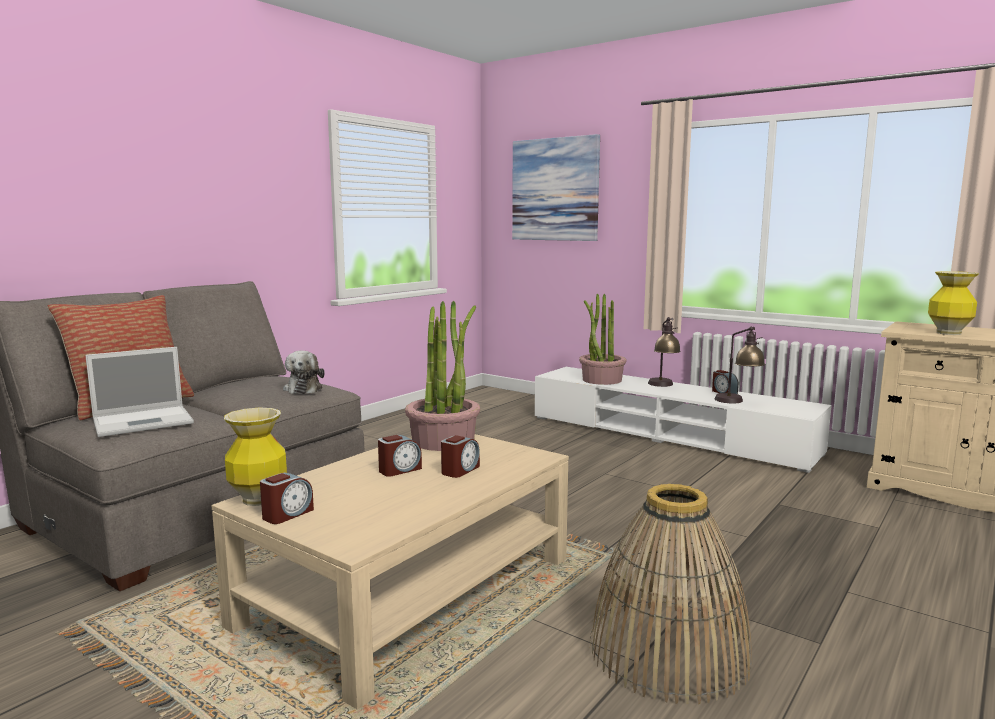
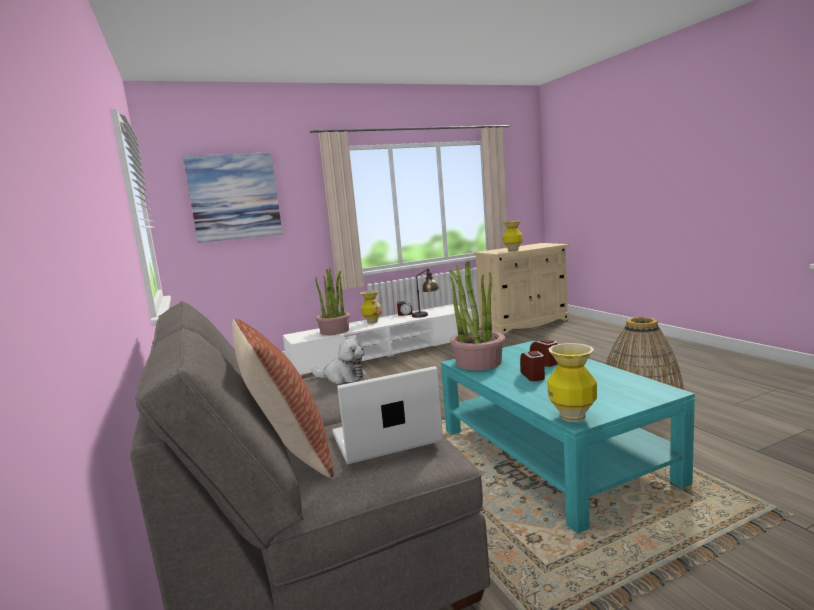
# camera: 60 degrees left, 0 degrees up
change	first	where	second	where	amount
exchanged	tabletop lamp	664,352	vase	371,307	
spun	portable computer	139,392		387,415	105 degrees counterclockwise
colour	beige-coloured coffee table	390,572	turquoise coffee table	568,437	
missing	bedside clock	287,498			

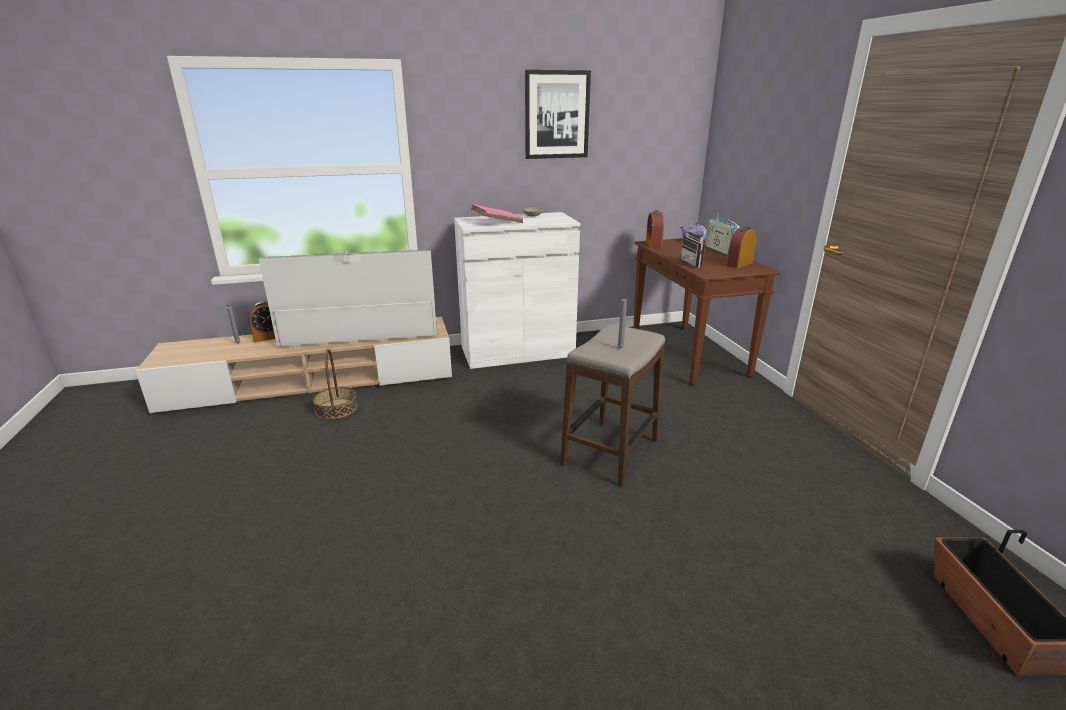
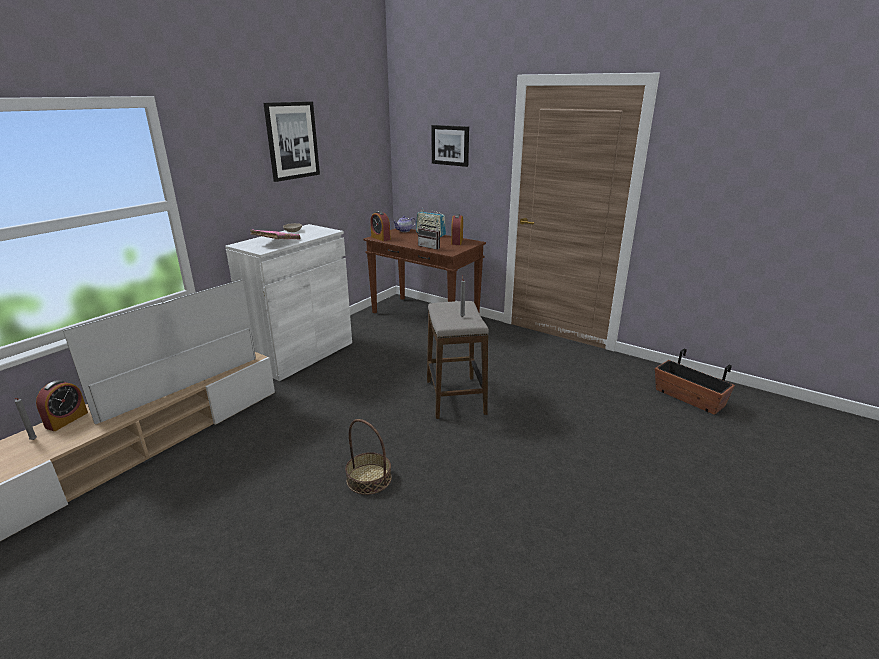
# camera: 40 degrees left, 0 degrees up
change	first	where	second	where	amount
relocated	basket	335,384		368,457	
appeared			picture	450,146	

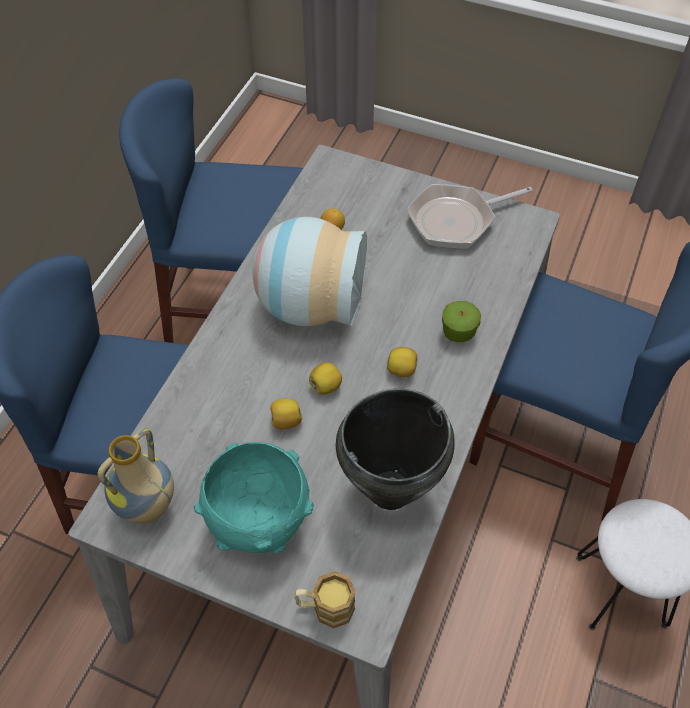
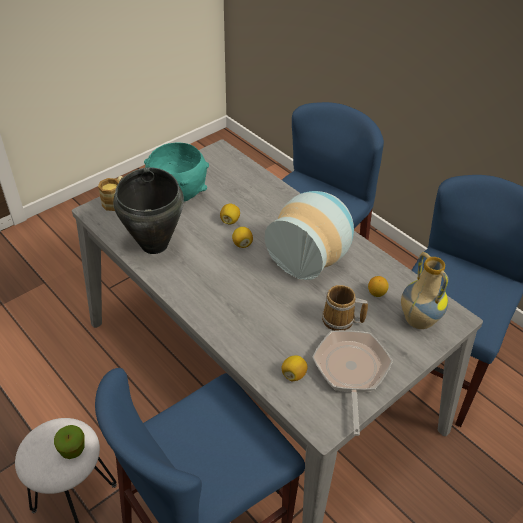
# camera: 115 degrees right, 10 degrees down
change	first	where	second	where	amount
relocated	apple fruit	461,321		69,442	
relocated	whole lemon	402,362		295,368	
relocated	vase	136,476		425,290	
appeared			mug	345,308	

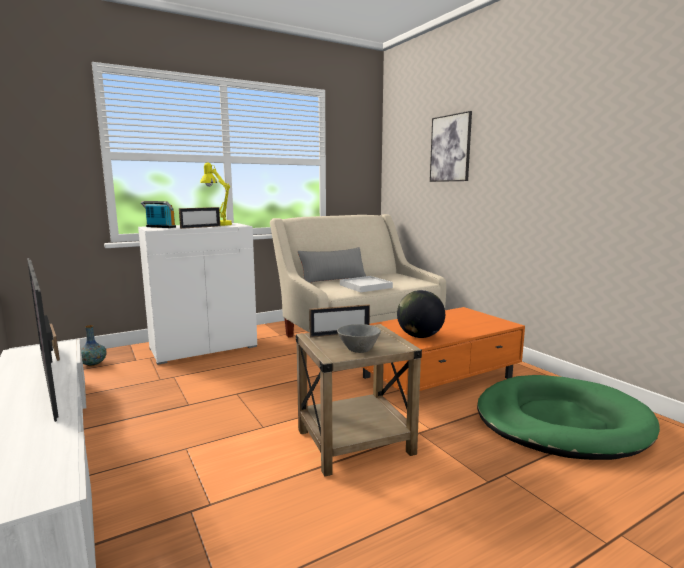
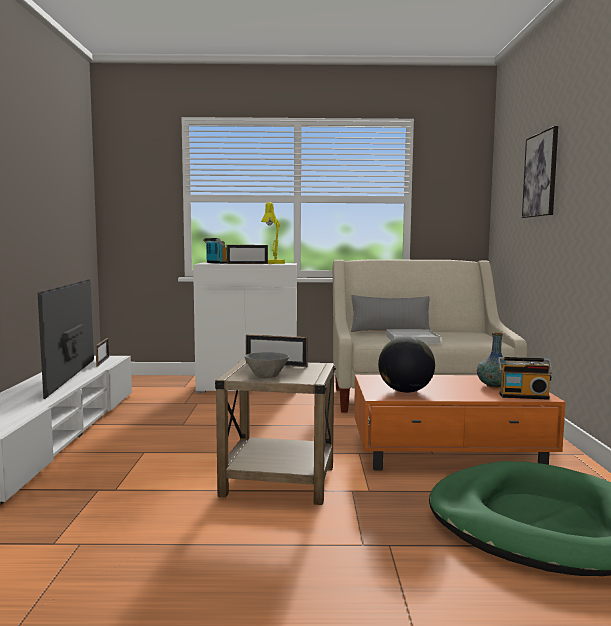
# camera: 30 degrees right, 5 degrees down
change	first	where	second	where	amount
relocated	vase	94,345		492,360	
appeared			radio set	525,378	

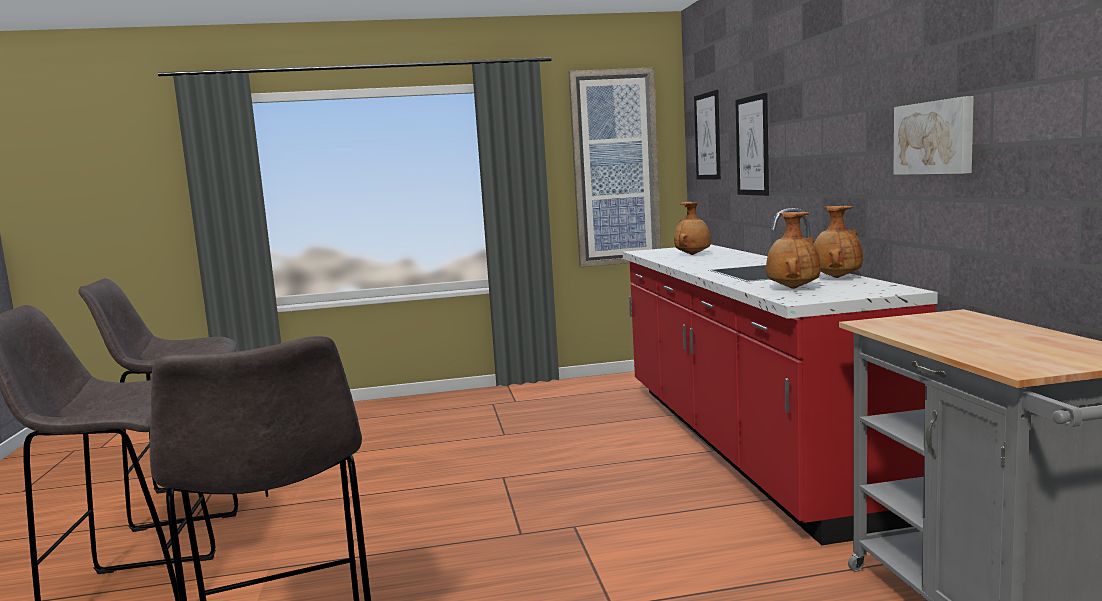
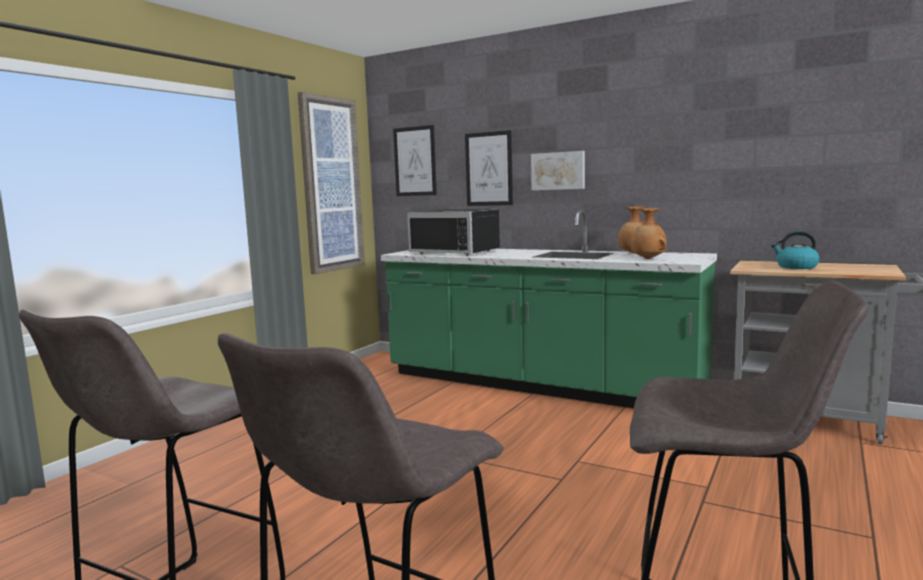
# camera: 50 degrees left, 0 degrees up
change	first	where	second	where	amount
relocated	picture	933,135		558,170	
exchanged	brown vase	692,228	blackish kitchen microwave	453,232	
colour	red-coloured kitchen counter	780,376	greenish kitchen counter	549,309	
appeared			kettle	795,250	

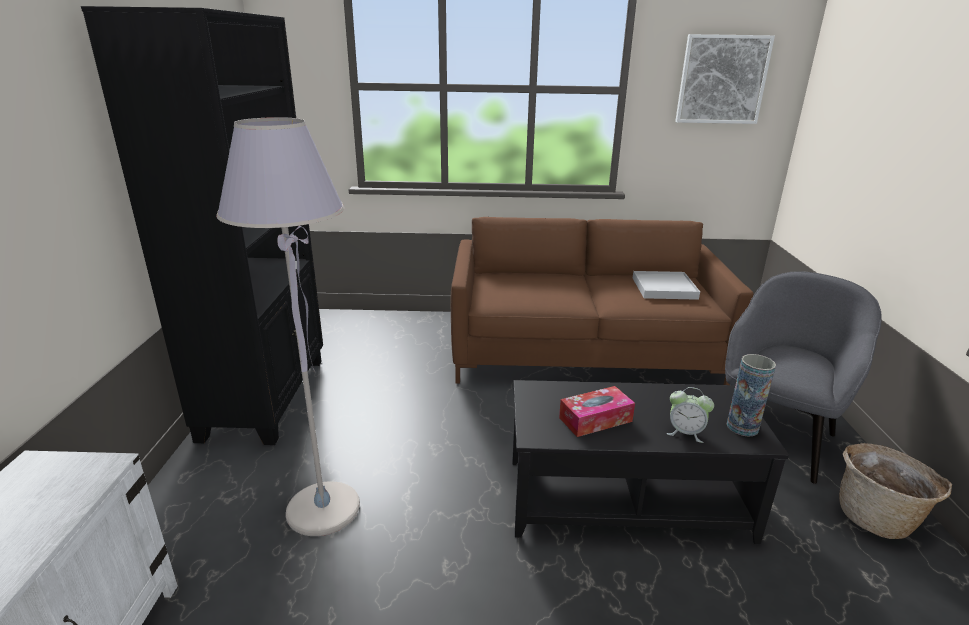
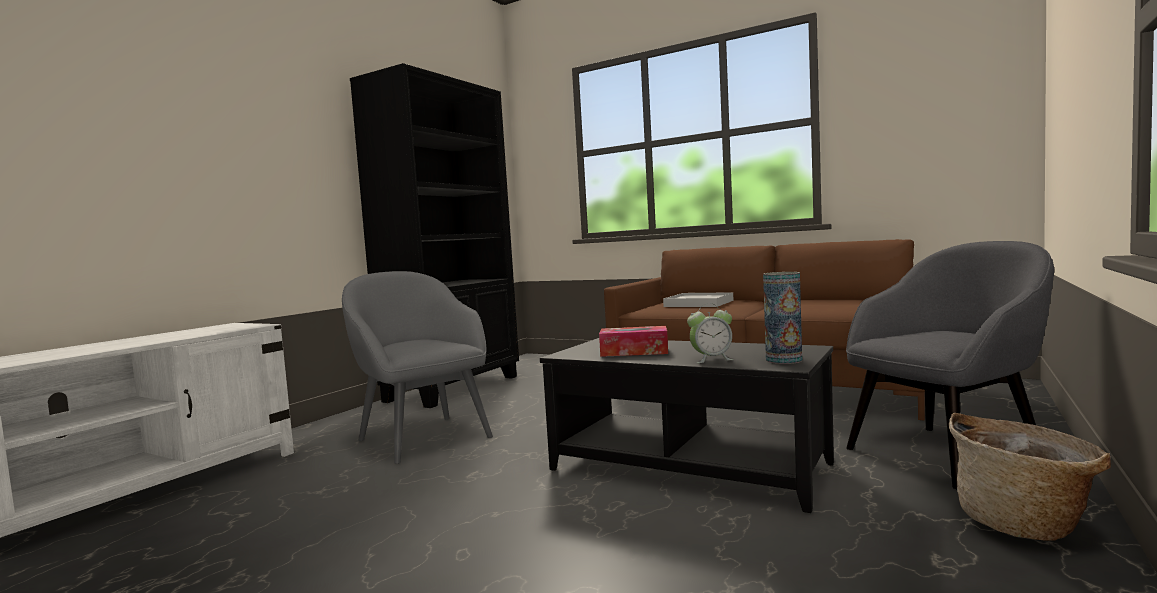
# camera: 30 degrees right, 20 degrees down
change	first	where	second	where	amount
missing	picture	725,79			
exchanged	grey standing lamp	288,326	grey easy chair	417,367	
relocated	white serving tray	666,285		698,299	
spun	bedside clock	690,415		710,333	60 degrees counterclockwise

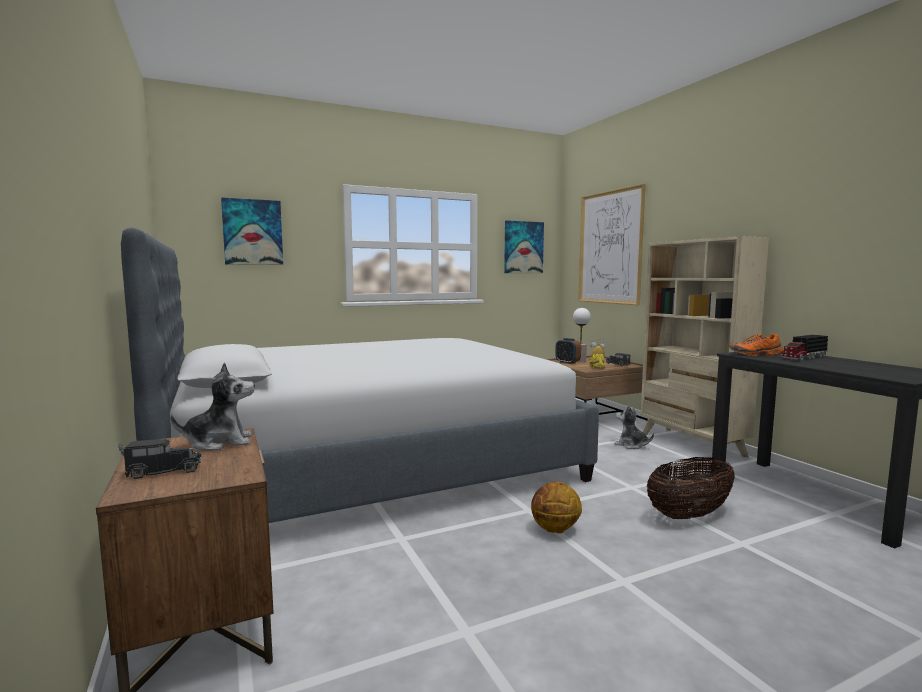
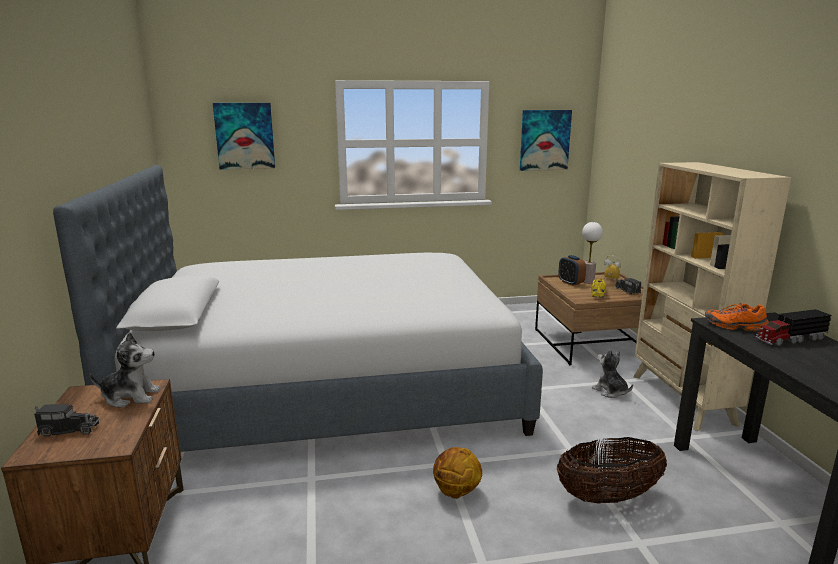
# camera: 15 degrees right, 10 degrees up
change	first	where	second	where	amount
missing	picture	611,244			

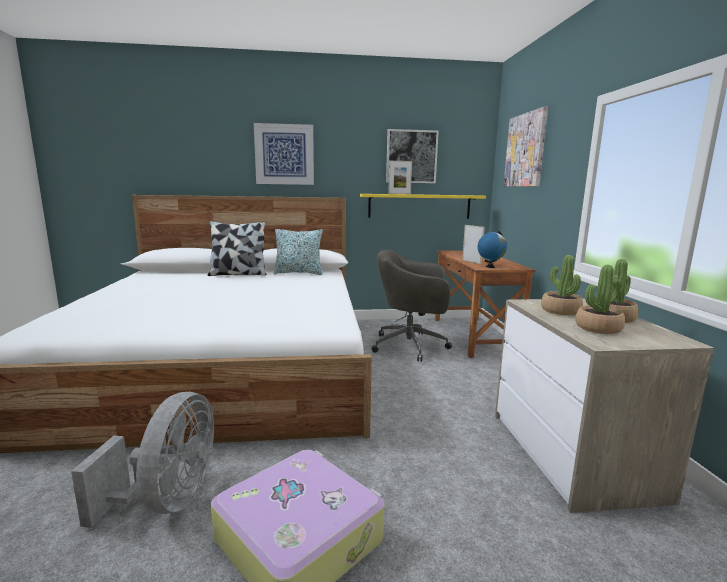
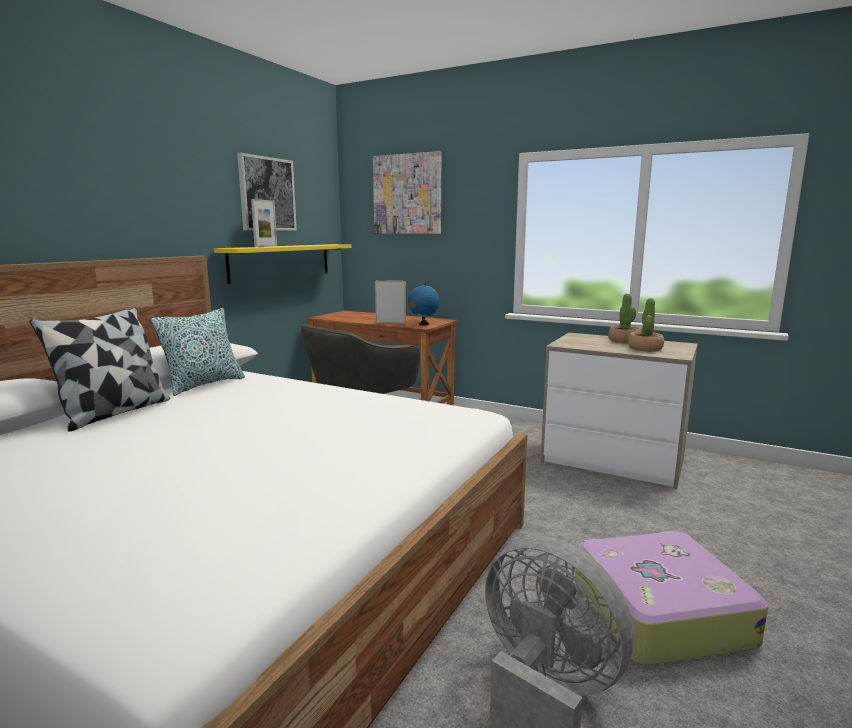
# camera: 55 degrees left, 0 degrees up
change	first	where	second	where	amount
missing	picture	284,154			
missing	houseplant	562,285			

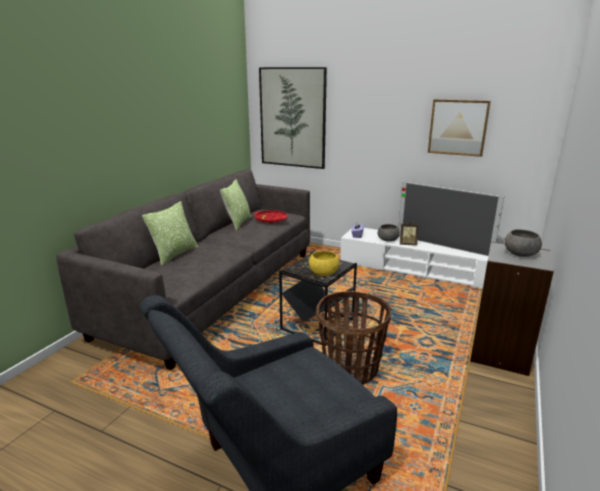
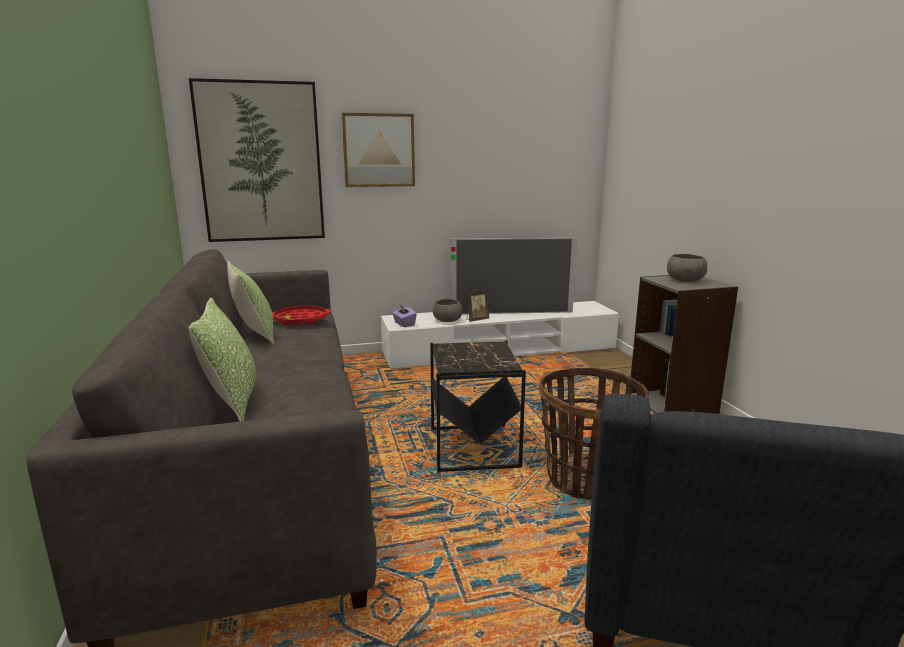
# camera: 40 degrees left, 5 degrees down
change	first	where	second	where	amount
relocated	picture	459,128		378,150	
missing	yellow serving bowl	324,263			

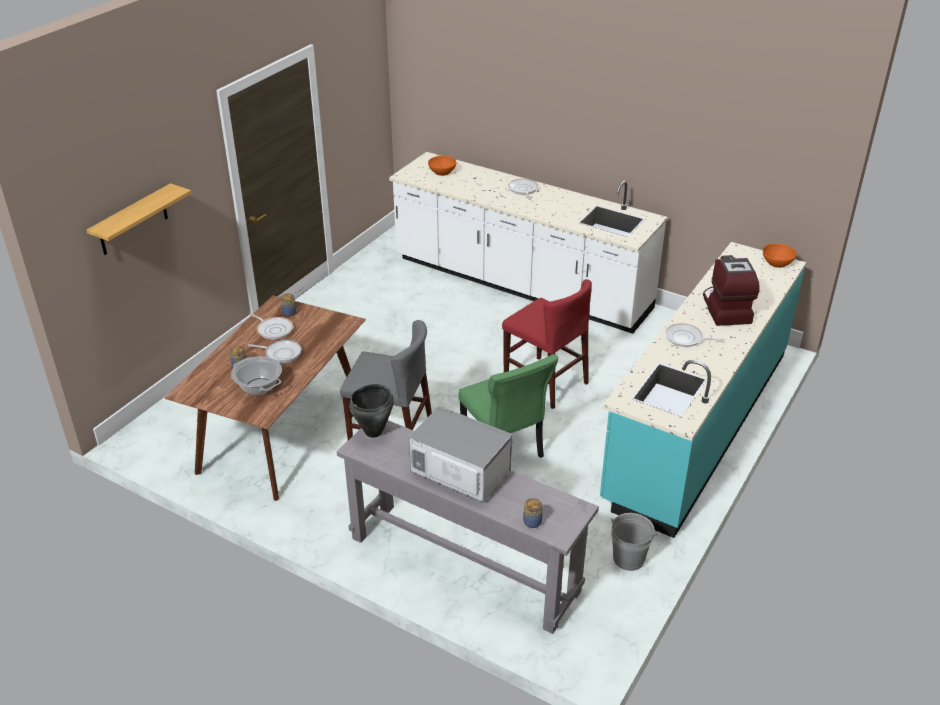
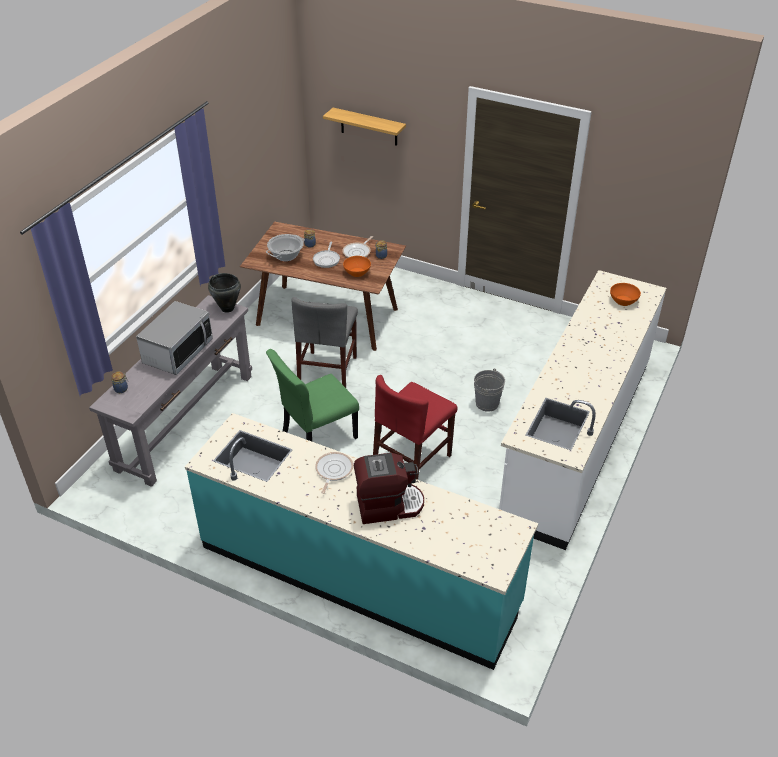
# camera: 85 degrees right, 5 degrees up
change	first	where	second	where	amount
missing	skillet	523,189			
relocated	orange-coloured serving bowl	780,255		357,266	
relocated	grey bucket	634,542		489,390	

